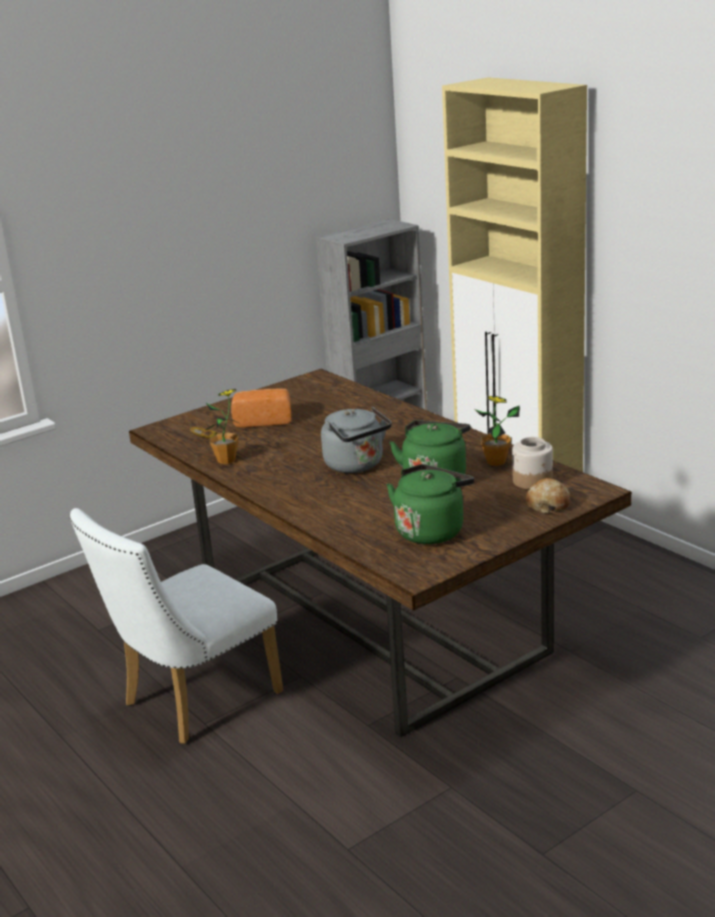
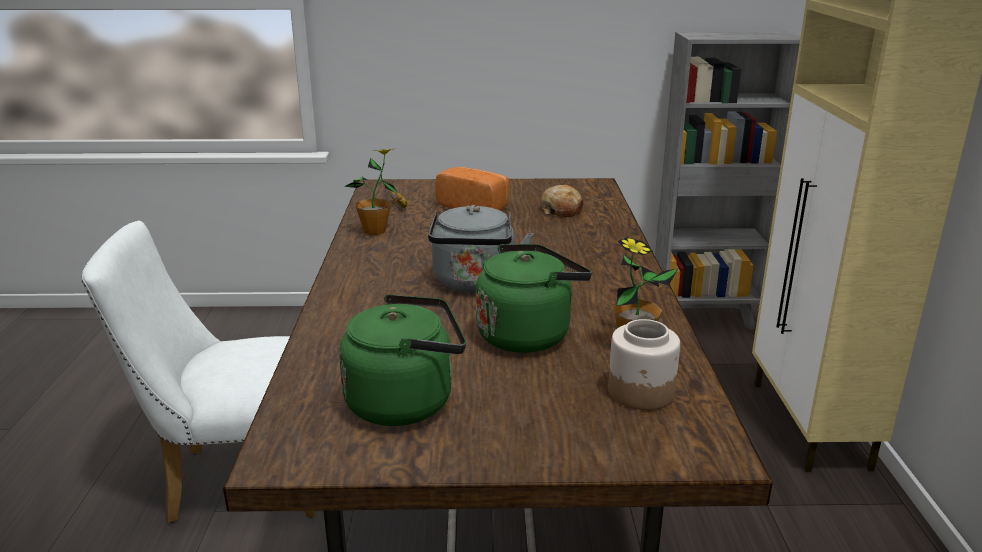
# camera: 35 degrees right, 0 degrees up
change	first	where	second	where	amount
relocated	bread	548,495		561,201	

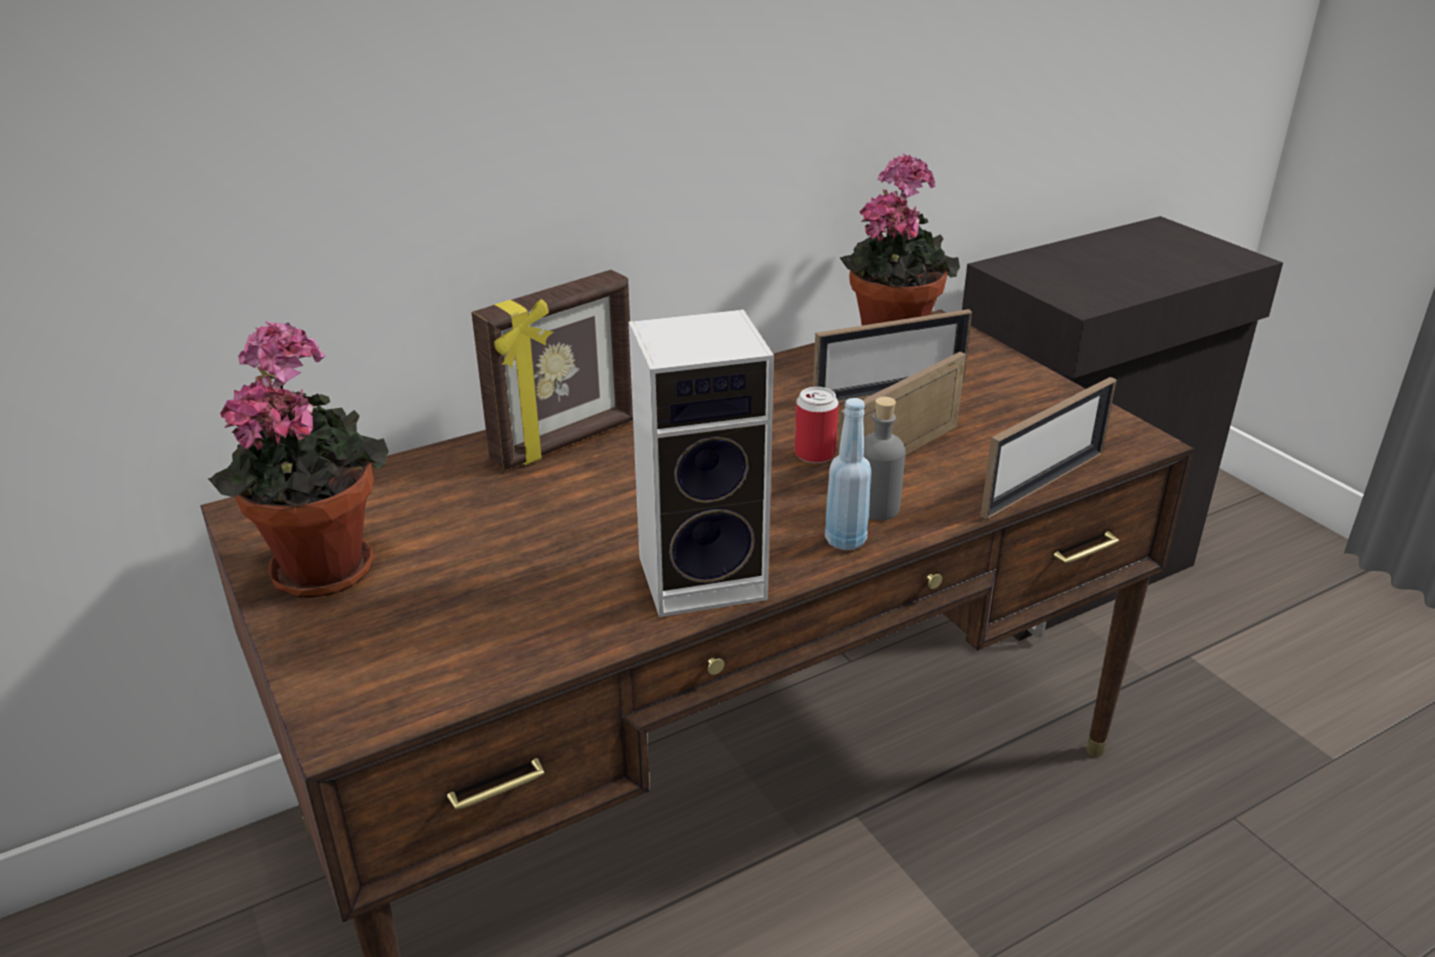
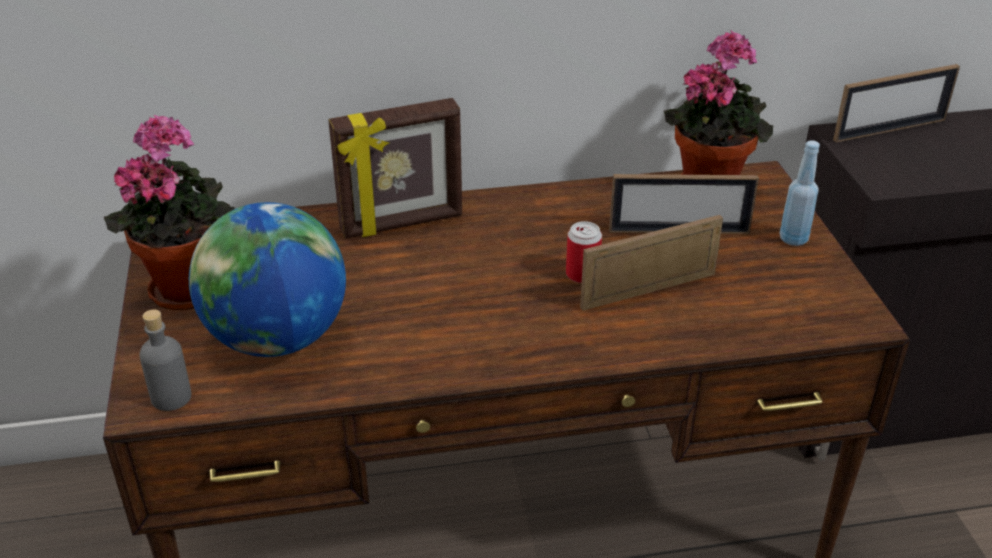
# camera: 20 degrees right, 5 degrees up
change	first	where	second	where	amount
missing	loudspeaker	701,463			
relocated	photo frame	1048,448		896,103	
relocated	grey drink bottle	884,458		165,360	
relocated	bluish drink bottle	848,474		800,193	
appeared			desk globe	267,279	

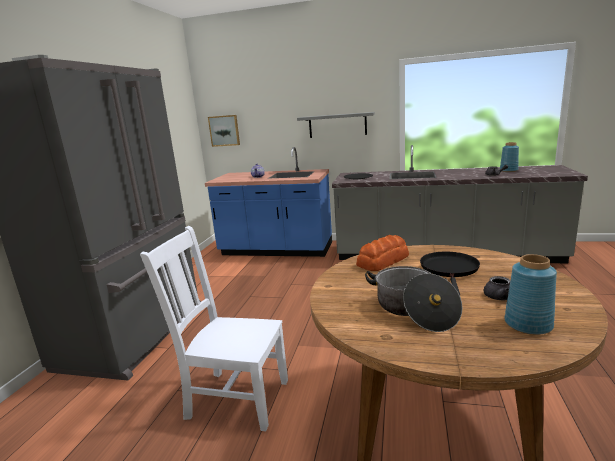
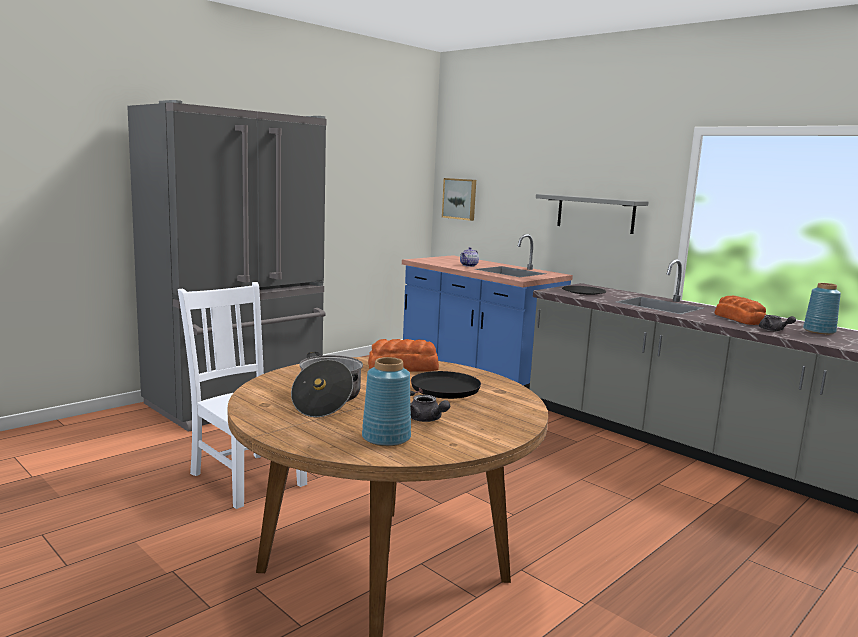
# camera: 30 degrees right, 5 degrees down
change	first	where	second	where	amount
appeared			bread	740,310	

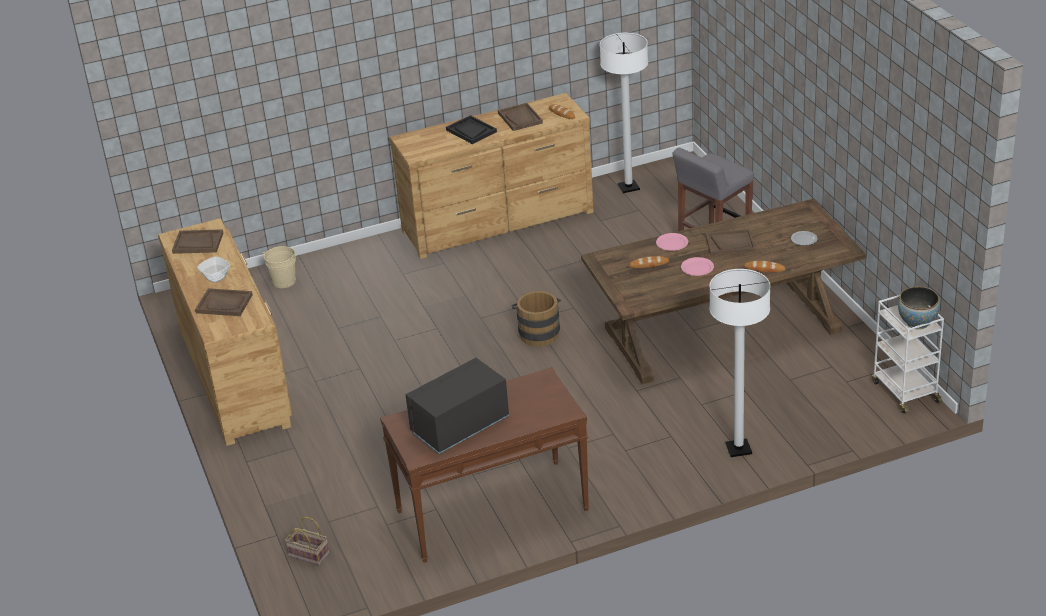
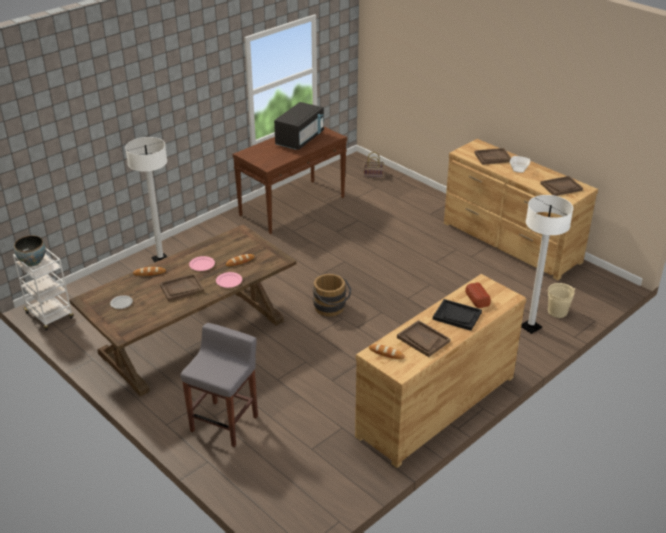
# camera: 155 degrees right, 0 degrees up
change	first	where	second	where	amount
relocated	white standing lamp	624,113		547,264	
appeared			bread	478,295	

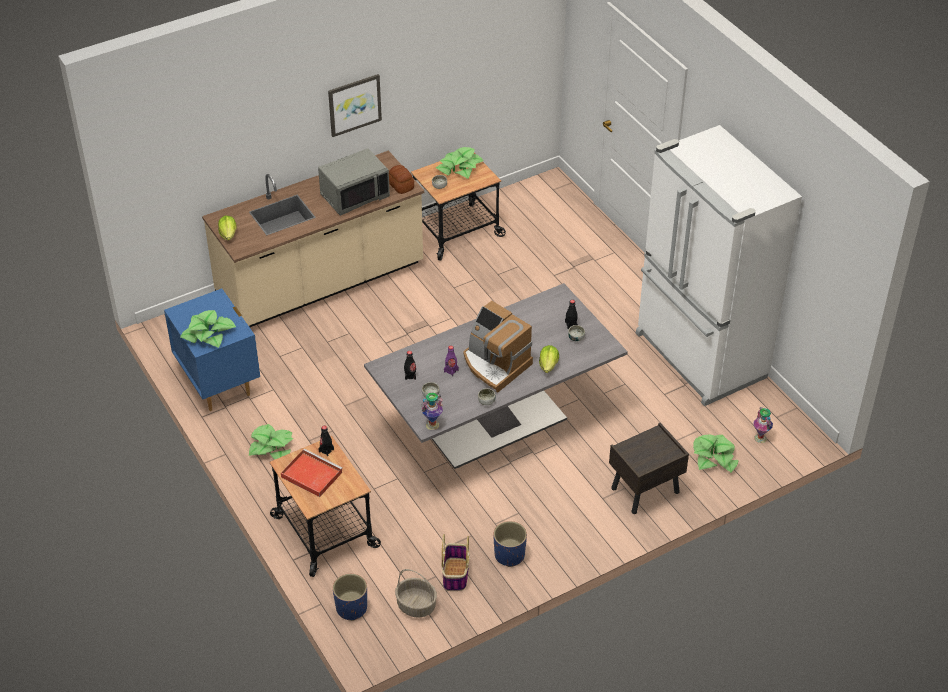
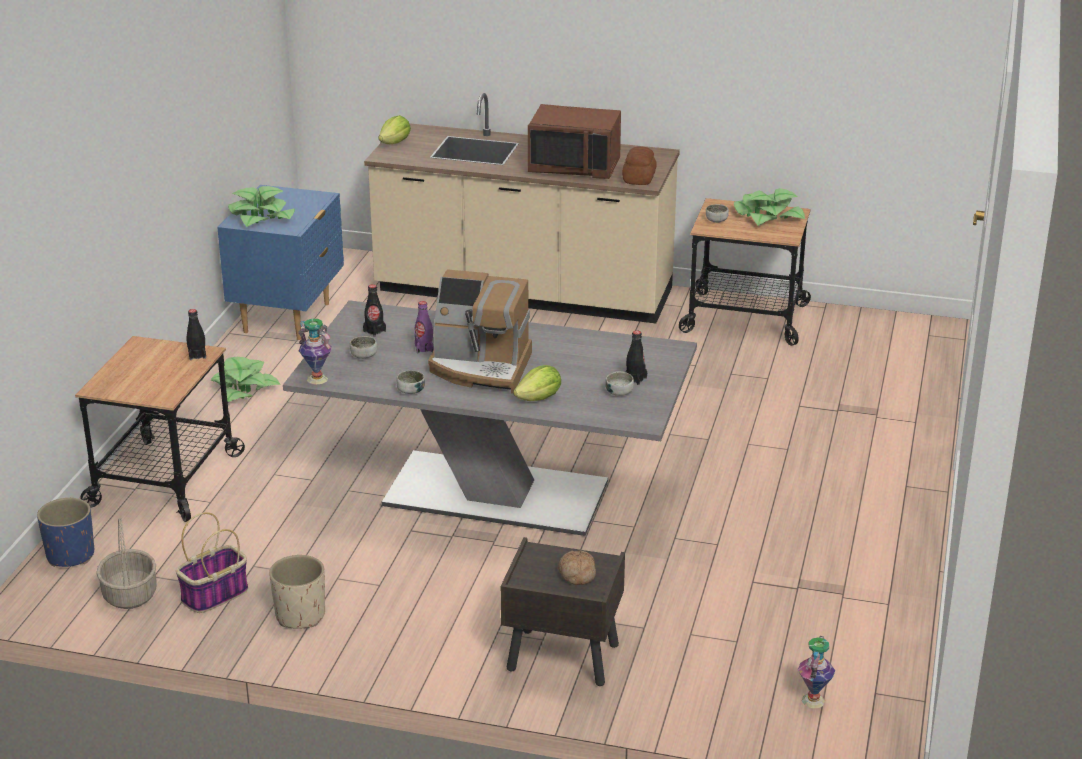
# camera: 45 degrees right, 15 degrees down
change	first	where	second	where	amount
missing	picture	355,105			
missing	white fridge	719,265			
colour	grey kitchen microwave	354,182	brown kitchen microwave	574,141	
spun	coffee maker	498,347		480,331	75 degrees counterclockwise
missing	houseplant	715,453			
missing	red-coloured serving tray	312,473			
colour	bluish flower pot	510,544	beige-coloured flower pot	297,592	
appeared			bread	577,567	

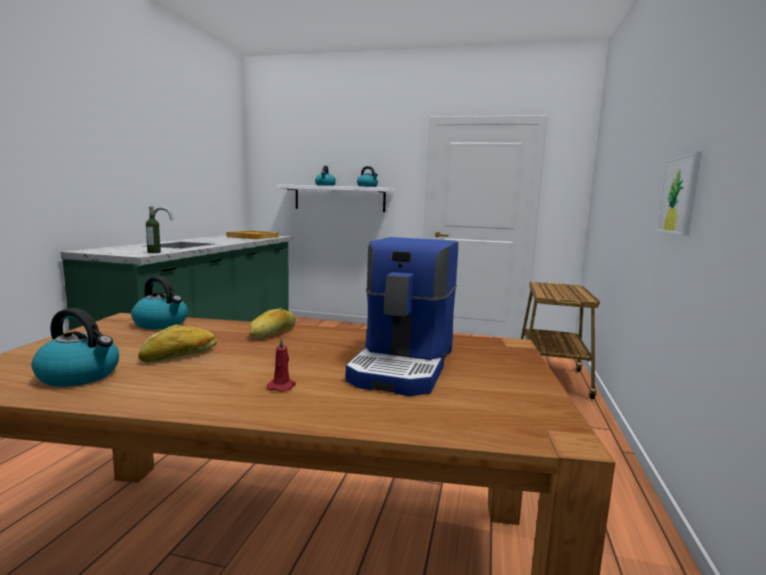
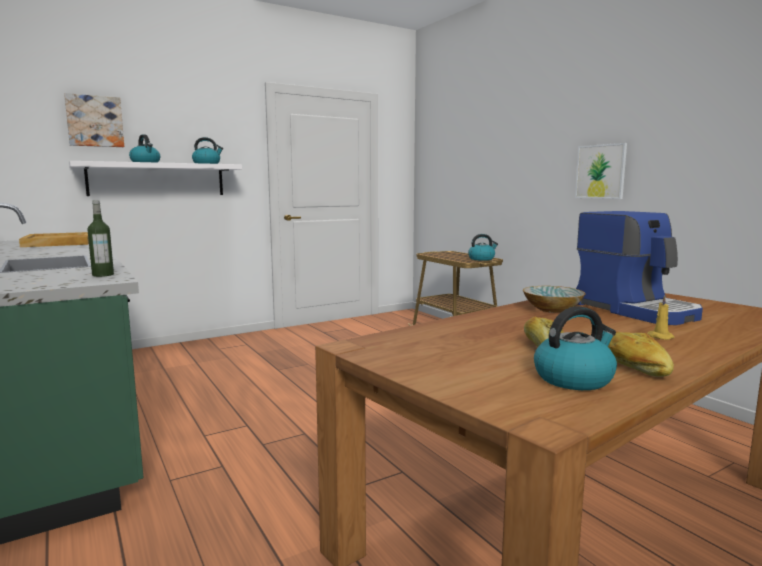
# camera: 45 degrees left, 0 degrees up
change	first	where	second	where	amount
relocated	kettle	159,302		483,247	
relocated	bread	272,323		641,354	
colour	red-coloured wax light	281,364	yellow wax light	661,317	
appeared			picture	94,120	
appeared			serving bowl	554,299	

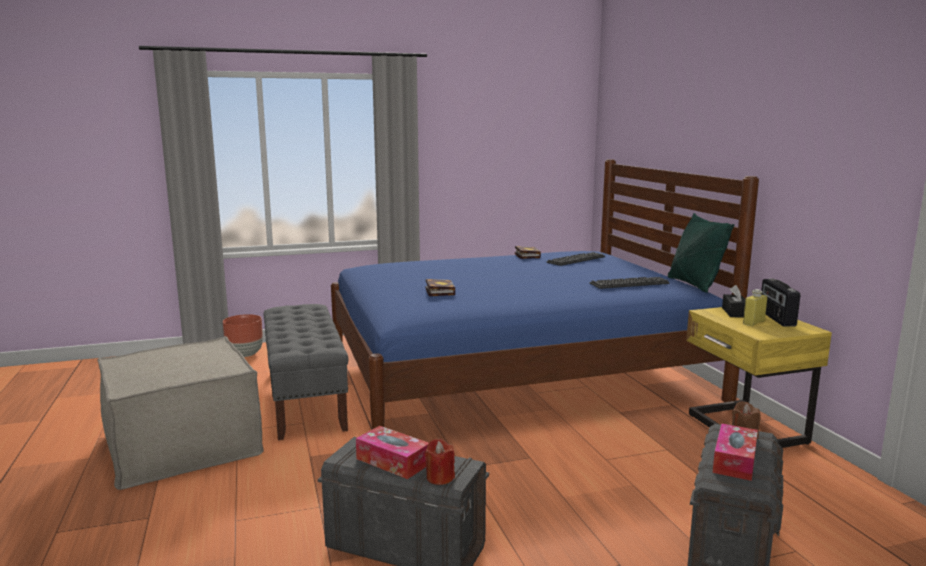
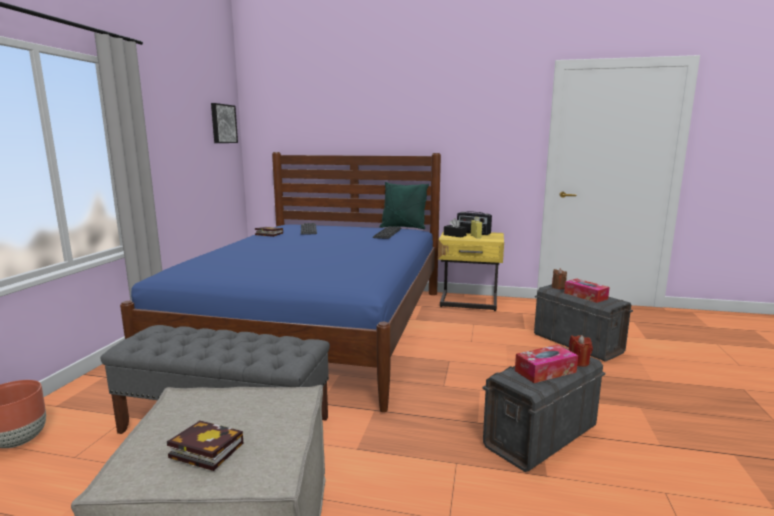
# camera: 60 degrees left, 0 degrees up
change	first	where	second	where	amount
relocated	bound book	440,287		205,445	
appeared			picture	224,123	

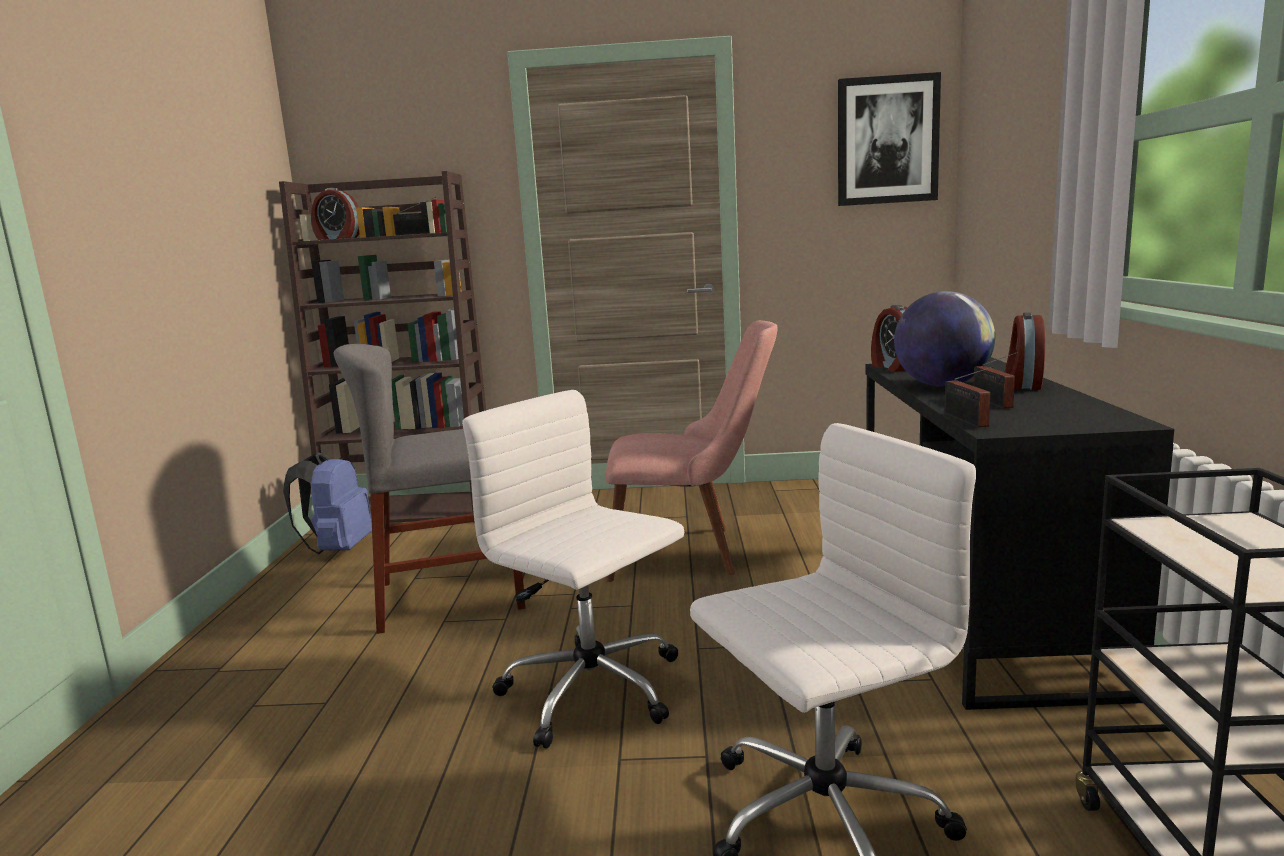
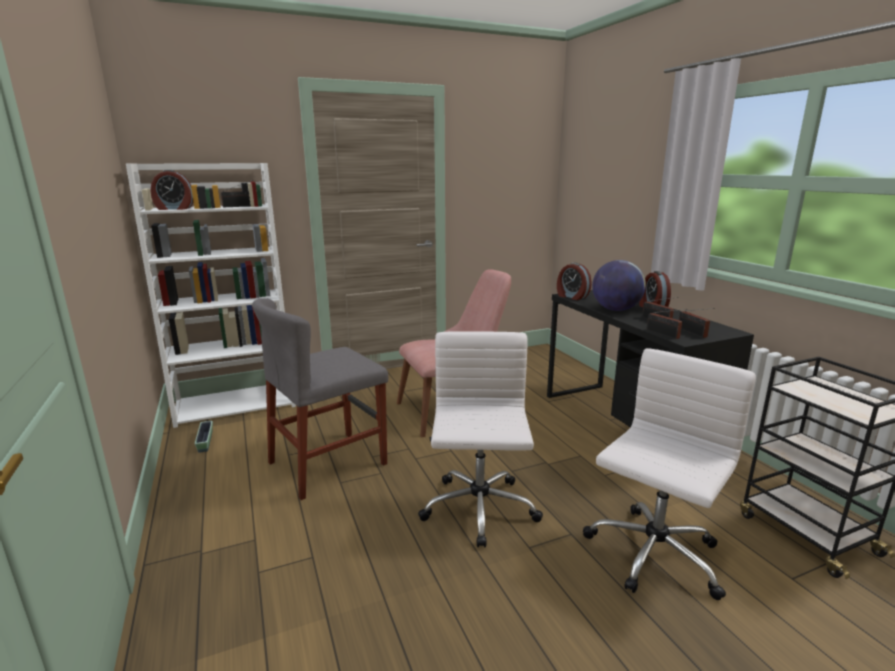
# camera: 25 degrees left, 5 degrees up
change	first	where	second	where	amount
missing	picture	889,139			
colour	brown bookshelf	382,347	white bookshelf	211,295	
spun	white desk chair	573,569		480,439	75 degrees clockwise
exchanged	bluish rucksack	327,503	flower pot	204,437	
appeared			radio set	697,323	

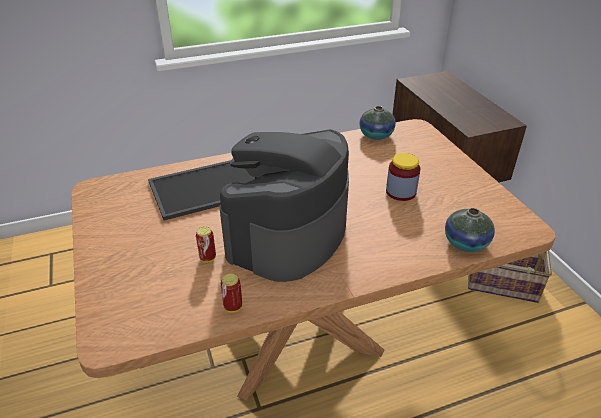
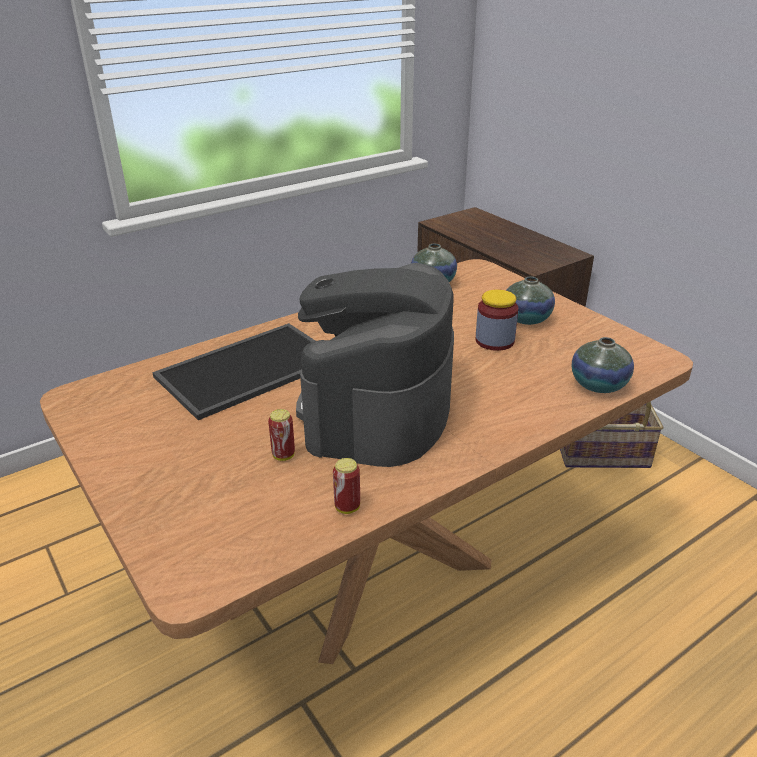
# camera: 15 degrees left, 5 degrees down
change	first	where	second	where	amount
appeared			vase	530,301	

